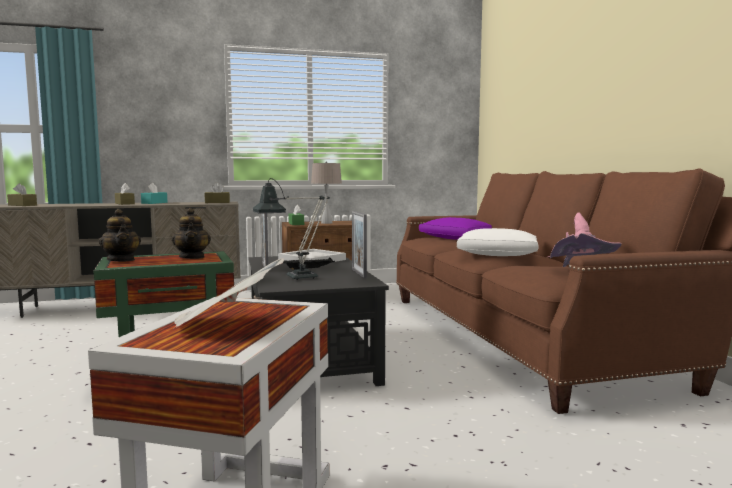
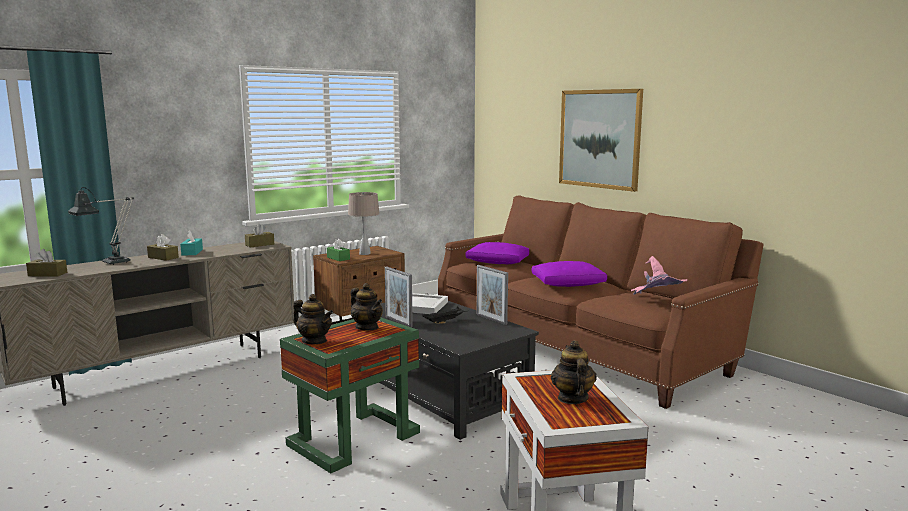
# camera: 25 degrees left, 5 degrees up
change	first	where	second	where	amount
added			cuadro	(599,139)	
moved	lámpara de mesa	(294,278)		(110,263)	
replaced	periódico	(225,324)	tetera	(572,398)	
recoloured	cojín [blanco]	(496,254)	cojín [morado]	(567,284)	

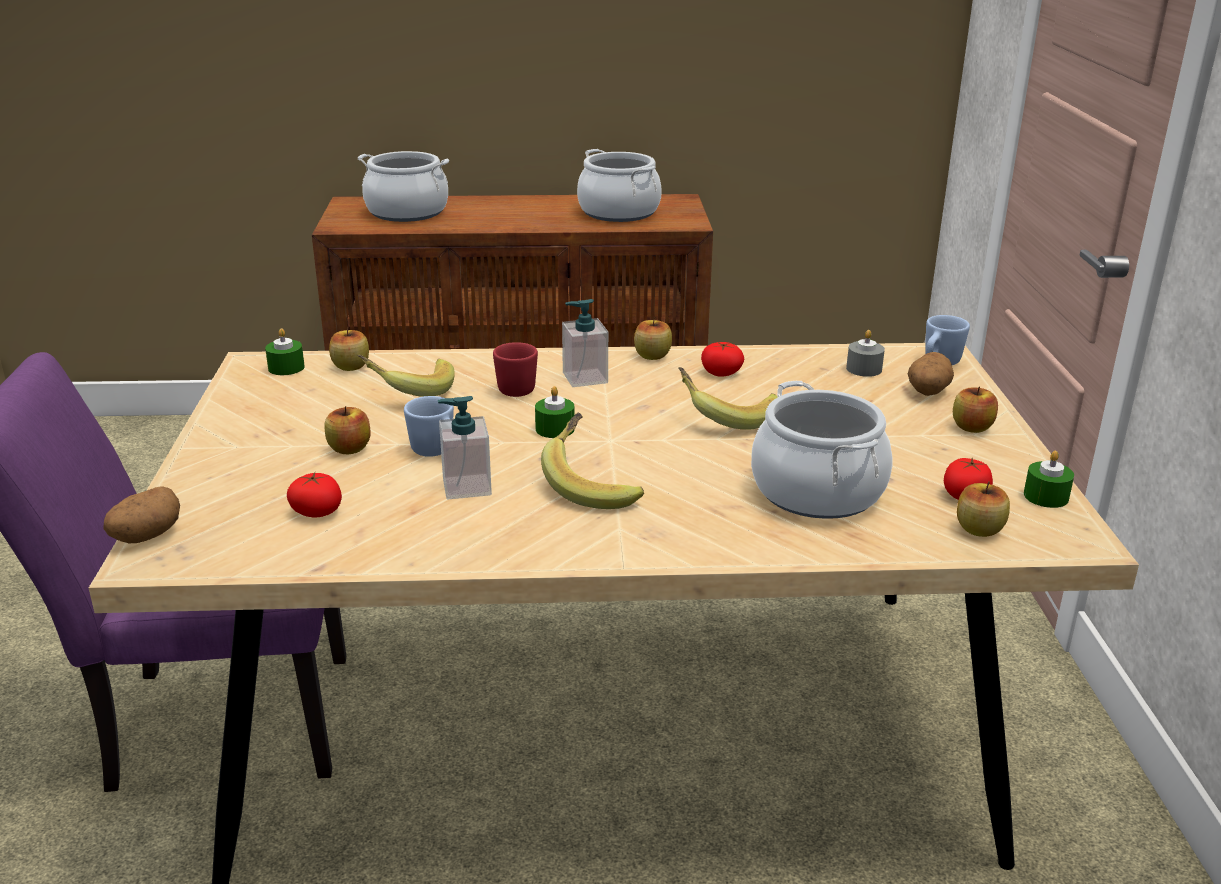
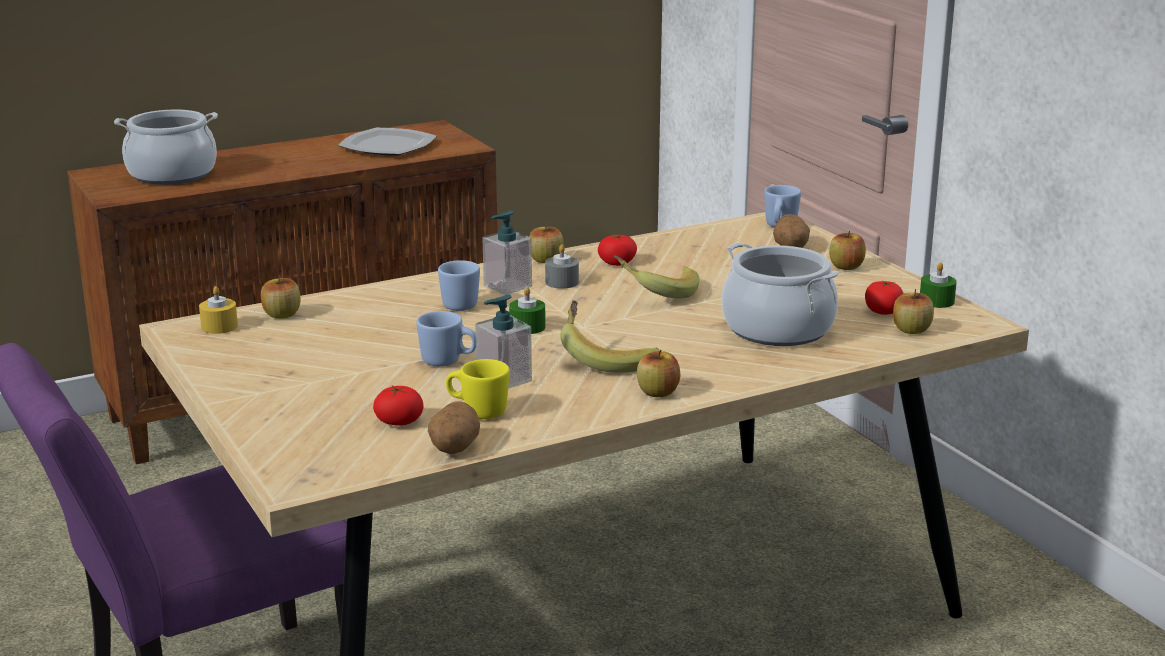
# camera: 25 degrees left, 5 degrees down
change	first	where	second	where	amount
removed	plátano	(409,390)			
added			taza grande [amarillo]	(478,411)	
moved	patata	(146,536)		(453,448)	
moved	manzana	(349,449)		(658,392)	
moved	vela [gris]	(864,369)		(562,282)	
replaced	olla	(619,212)	plato	(389,146)	
recoloured	vela [verde]	(286,368)	vela [amarillo]	(219,326)	
recoloured	taza grande [rojo]	(519,388)	taza grande [azul]	(460,303)	

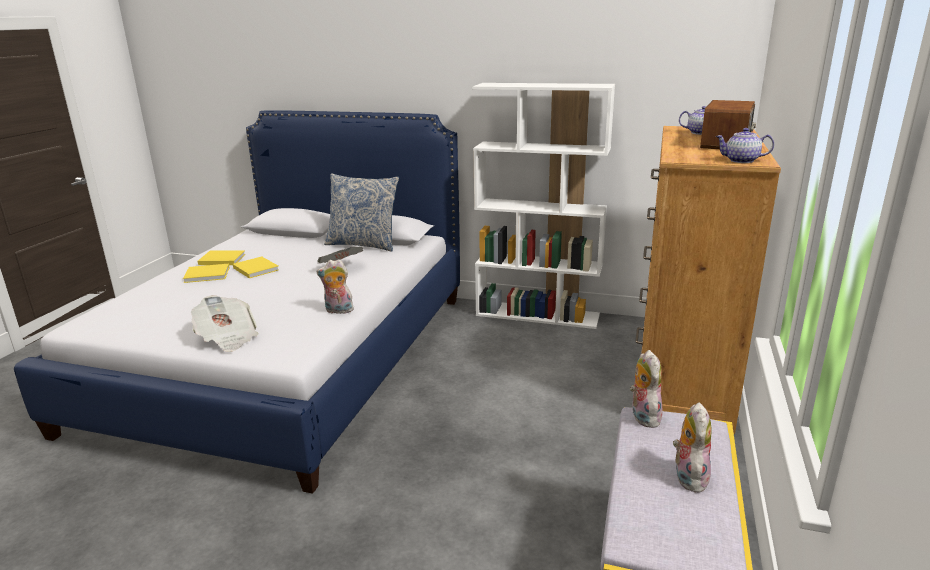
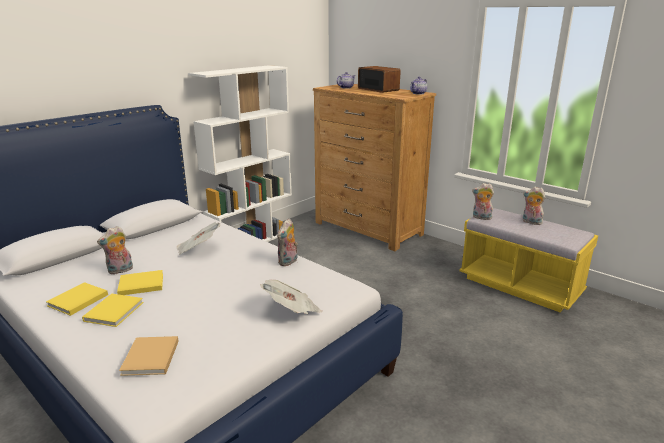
# camera: 65 degrees left, 0 degrees up
change	first	where	second	where	amount
removed	cojín	(363,244)			
added			peluche	(120,271)	
added			libro [beis]	(150,358)	

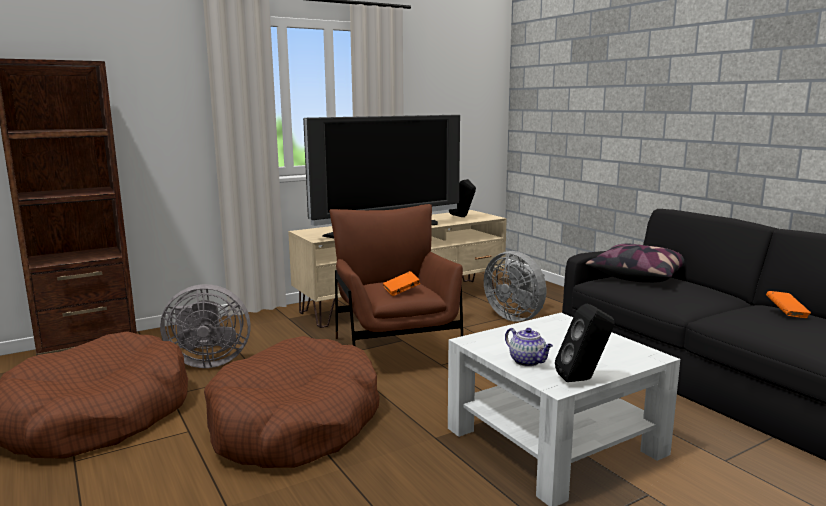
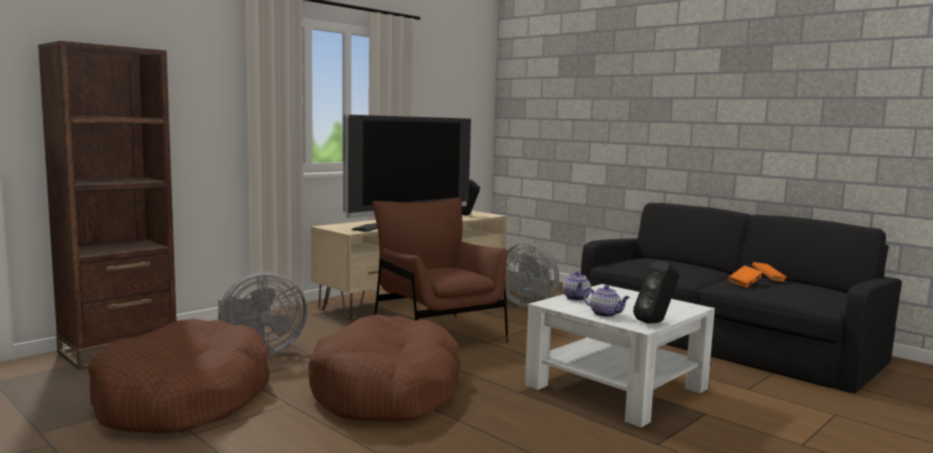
# camera: 15 degrees left, 5 degrees down
change	first	where	second	where	amount
removed	cojín	(638,276)			
added			tetera	(576,298)	
moved	libro [naranja]	(401,291)		(744,284)	

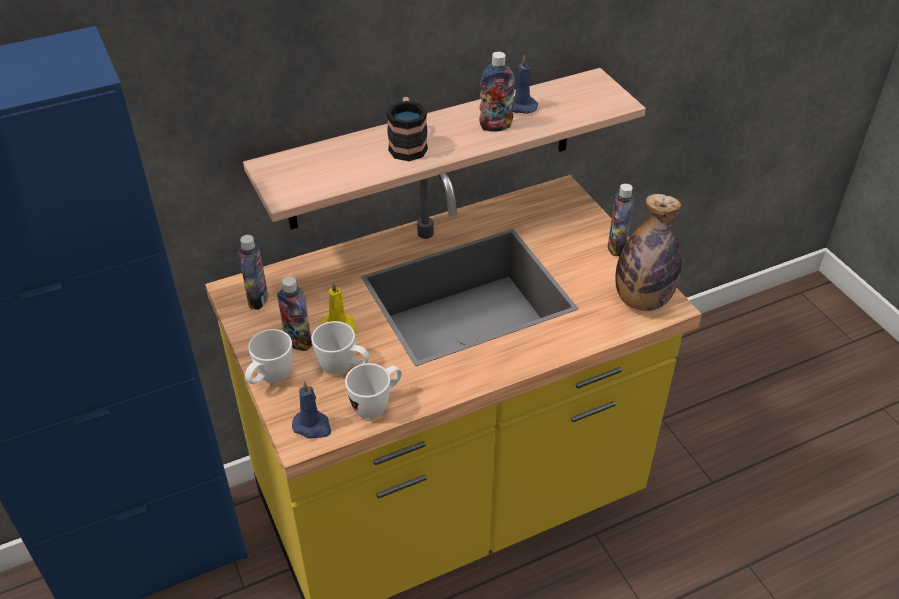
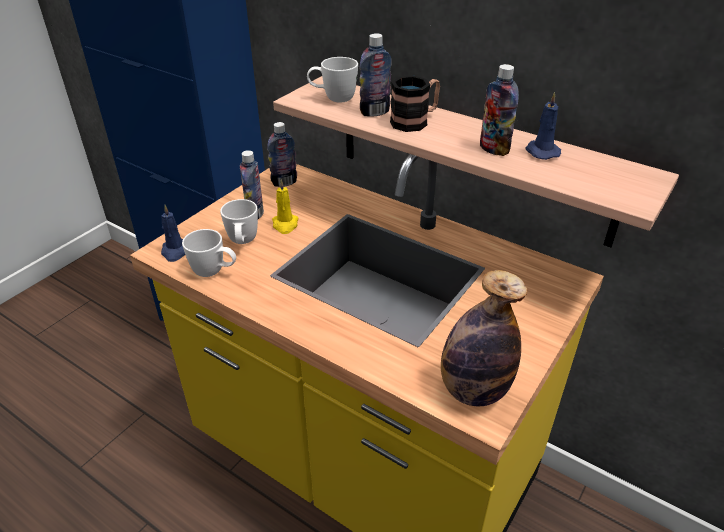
# camera: 60 degrees right, 5 degrees down
change	first	where	second	where	amount
moved	taza grande [blanco]	(270,379)		(333,99)	
moved	botella	(616,247)		(375,112)	

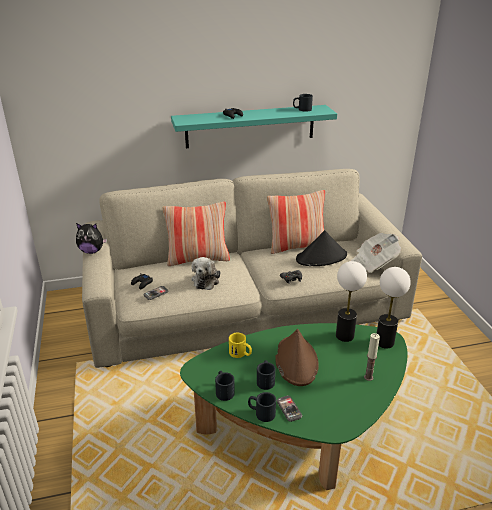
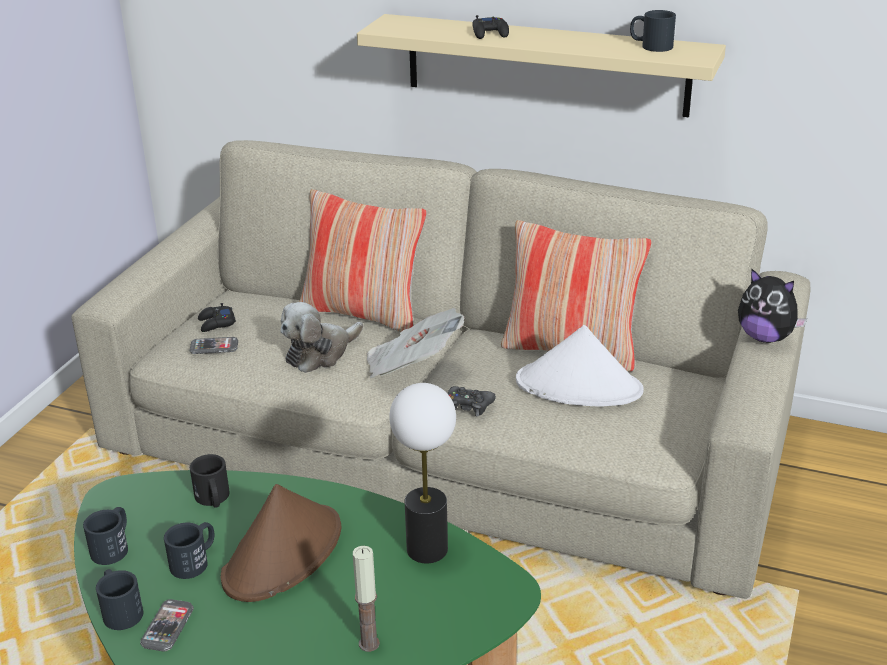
# camera: 35 degrees right, 0 degrees up
change	first	where	second	where	amount
removed	lámpara de mesa	(384,342)			
moved	peluche	(92,251)		(765,337)	
moved	periódico	(373,263)		(412,366)	
recoloured	estante [turquesa]	(250,126)	estante [beis]	(546,65)	
recoloured	taza grande [amarillo]	(240,353)	taza grande [negro]	(213,499)	
recoloured	sombrero [negro]	(321,257)	sombrero [blanco]	(579,386)	

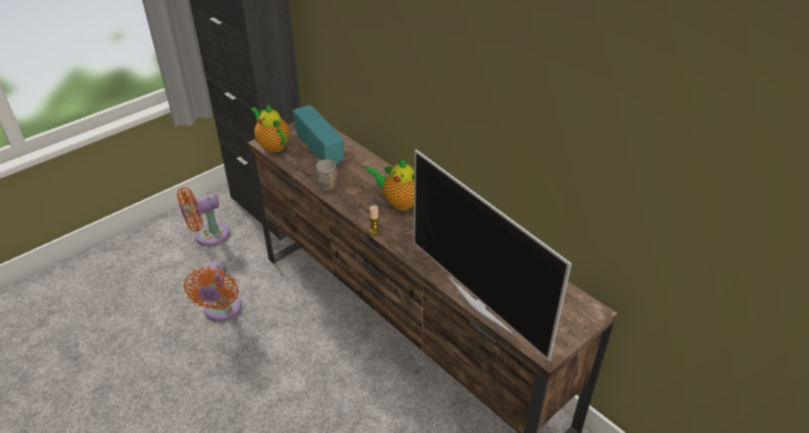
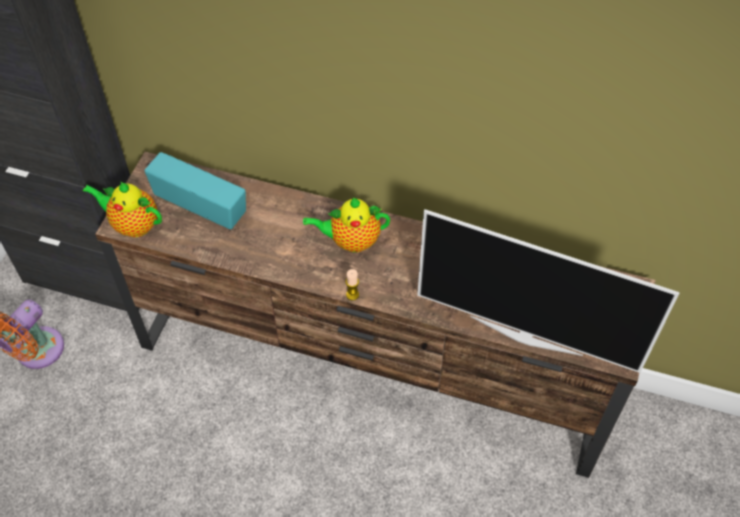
# camera: 30 degrees left, 15 degrees up
change	first	where	second	where	amount
removed	ventilador [naranja]	(221,310)			
removed	taza grande [gris]	(325,182)			

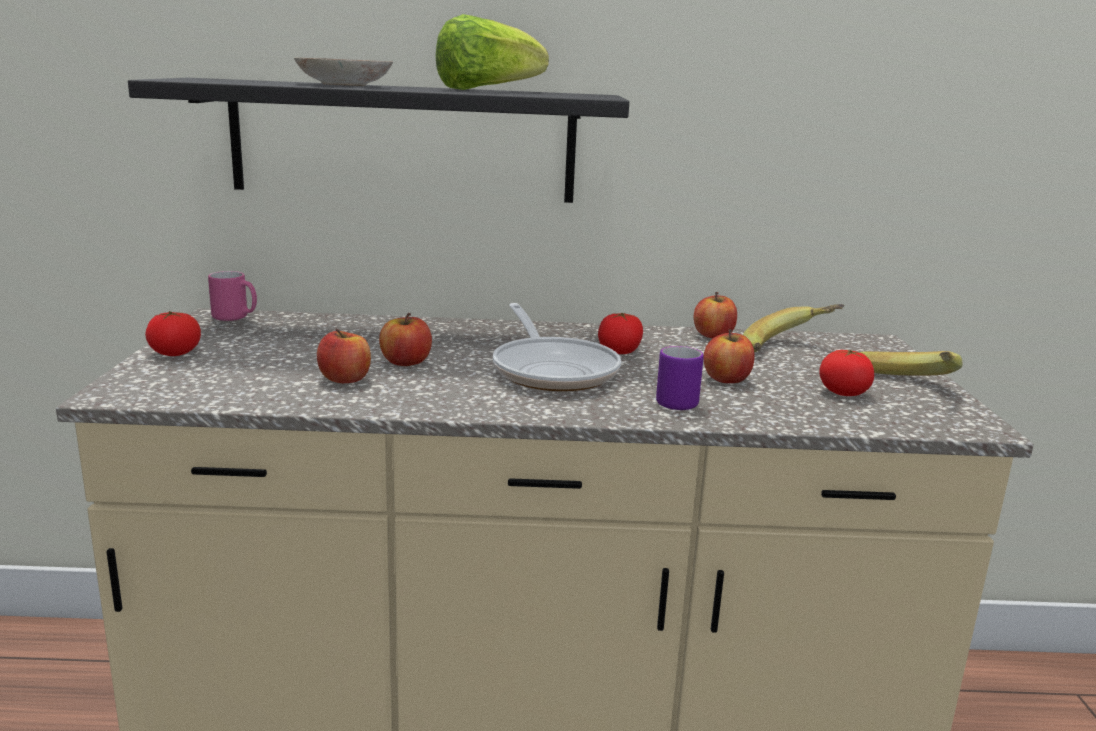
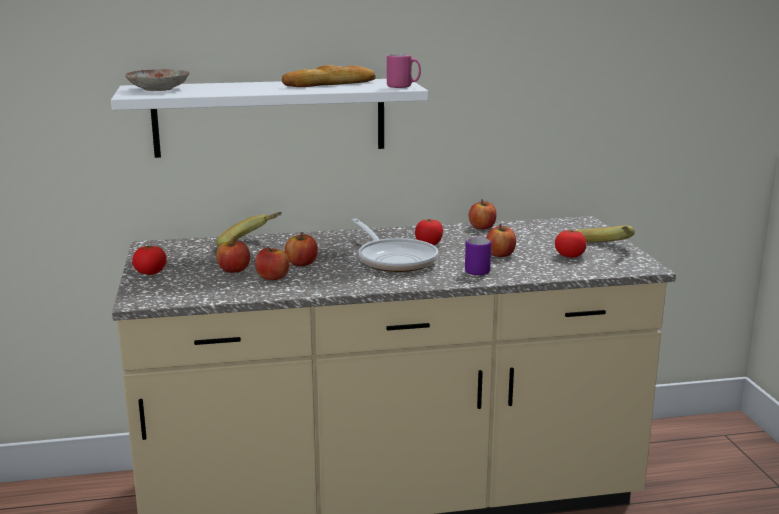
# camera: 10 degrees left, 0 degrees up
change	first	where	second	where	amount
added			manzana	(234,270)	
moved	taza grande [rosa]	(235,318)		(403,87)	
moved	plato	(345,85)		(158,89)	
moved	plátano	(788,350)		(250,245)	
replaced	lechuga	(486,90)	pan	(330,84)	
recoloured	estante [negro]	(403,142)	estante [blanco]	(270,117)	

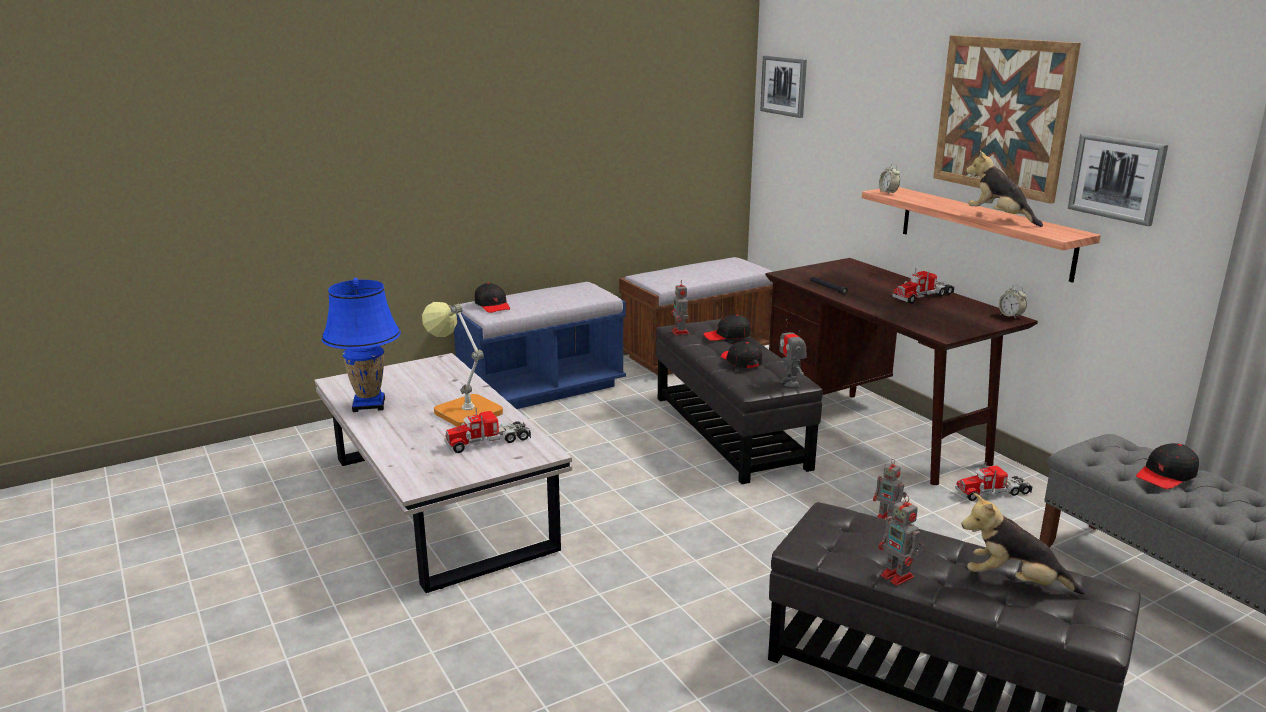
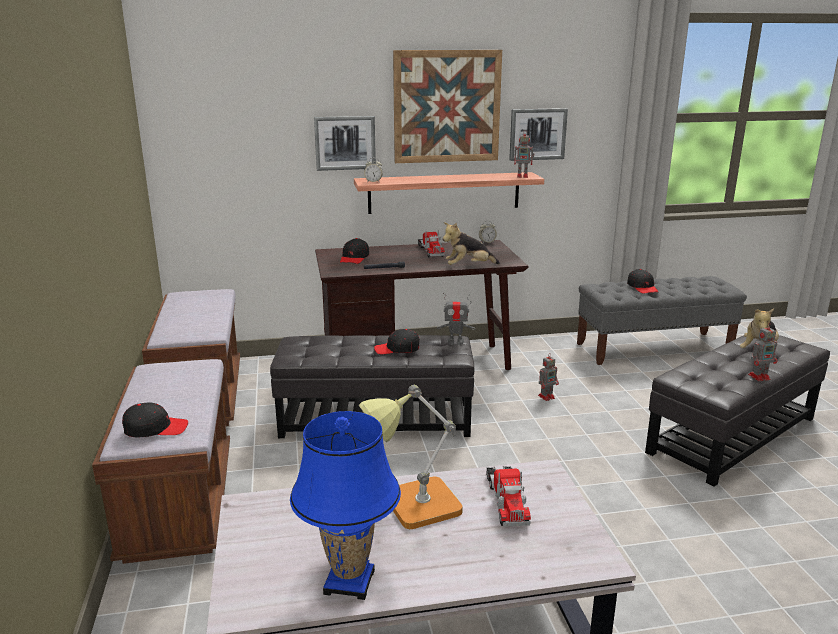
# camera: 70 degrees left, 0 degrees up
change	first	where	second	where	amount
removed	camión de juguete	(993,492)			
moved	robot de juguete	(680,332)		(523,176)	
moved	gorra [negro]	(727,336)		(354,258)	
moved	cuadro	(784,86)		(345,143)	
moved	peluche	(999,218)		(468,267)	
recoloured	banco [azul]	(541,389)	banco [marrón]	(179,503)	

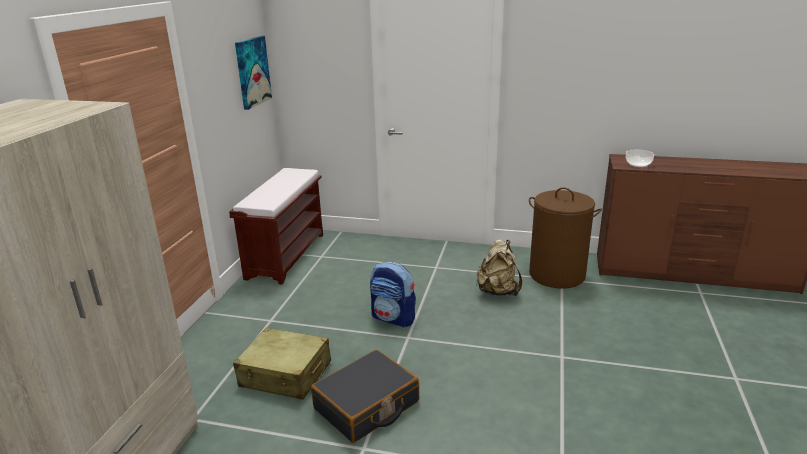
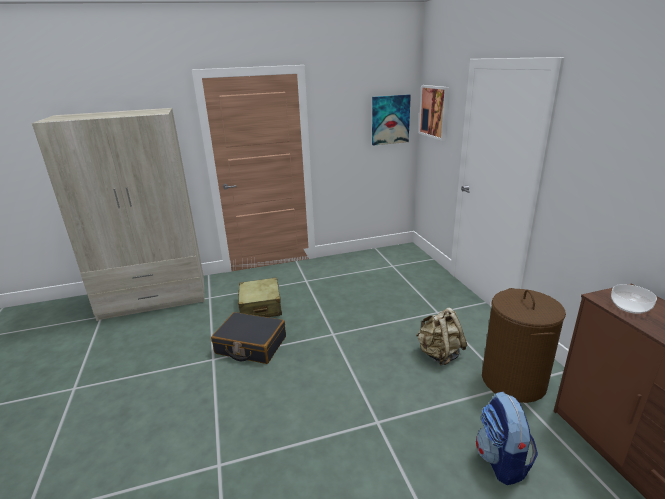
# camera: 60 degrees right, 0 degrees up
change	first	where	second	where	amount
removed	banco [marrón]	(286,255)			
added			cuadro	(434,111)	
moved	mochila	(394,318)		(501,461)	

